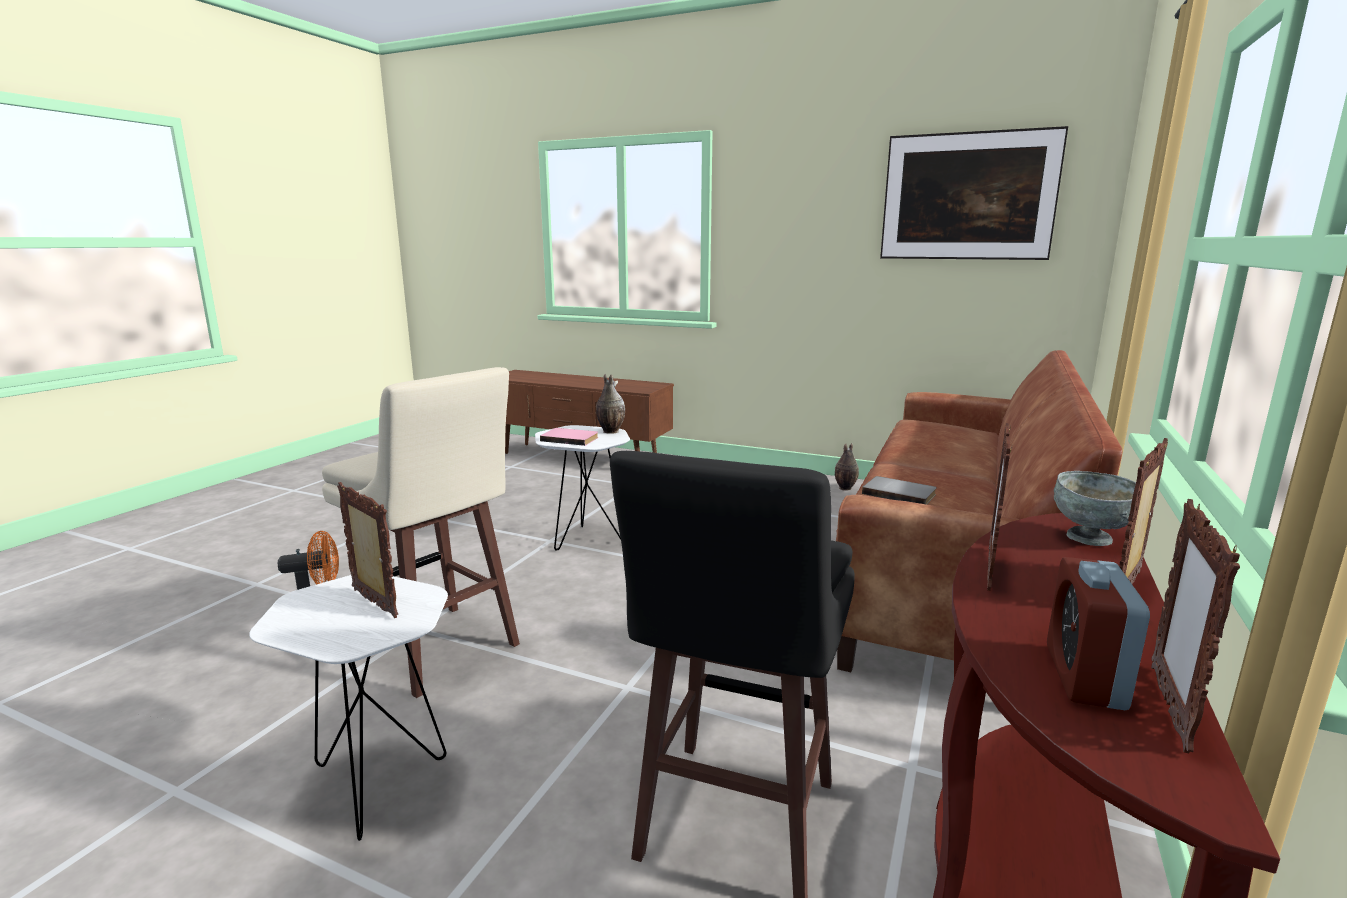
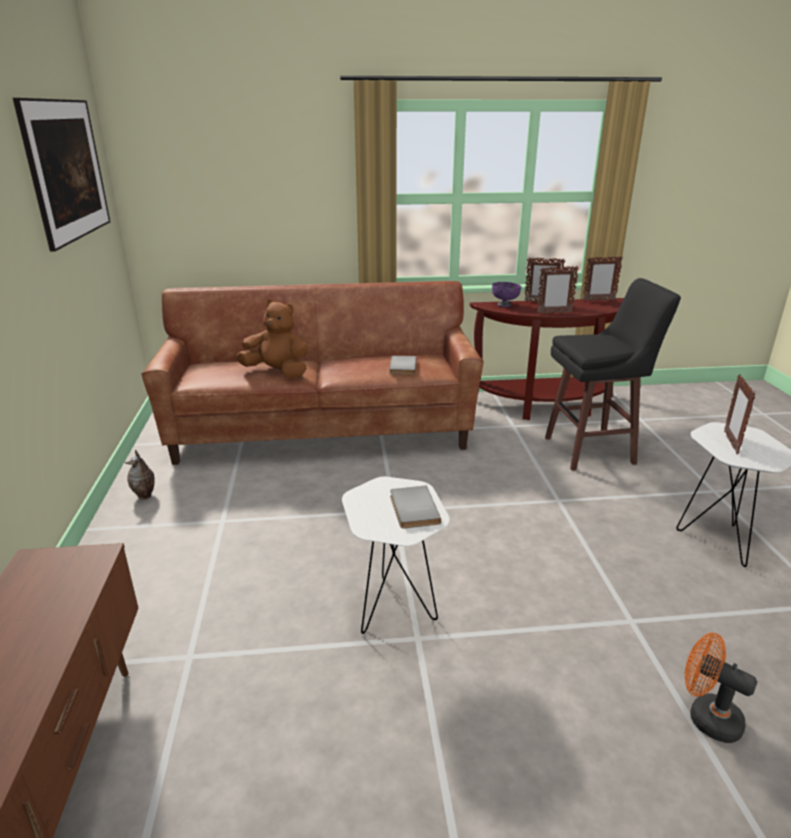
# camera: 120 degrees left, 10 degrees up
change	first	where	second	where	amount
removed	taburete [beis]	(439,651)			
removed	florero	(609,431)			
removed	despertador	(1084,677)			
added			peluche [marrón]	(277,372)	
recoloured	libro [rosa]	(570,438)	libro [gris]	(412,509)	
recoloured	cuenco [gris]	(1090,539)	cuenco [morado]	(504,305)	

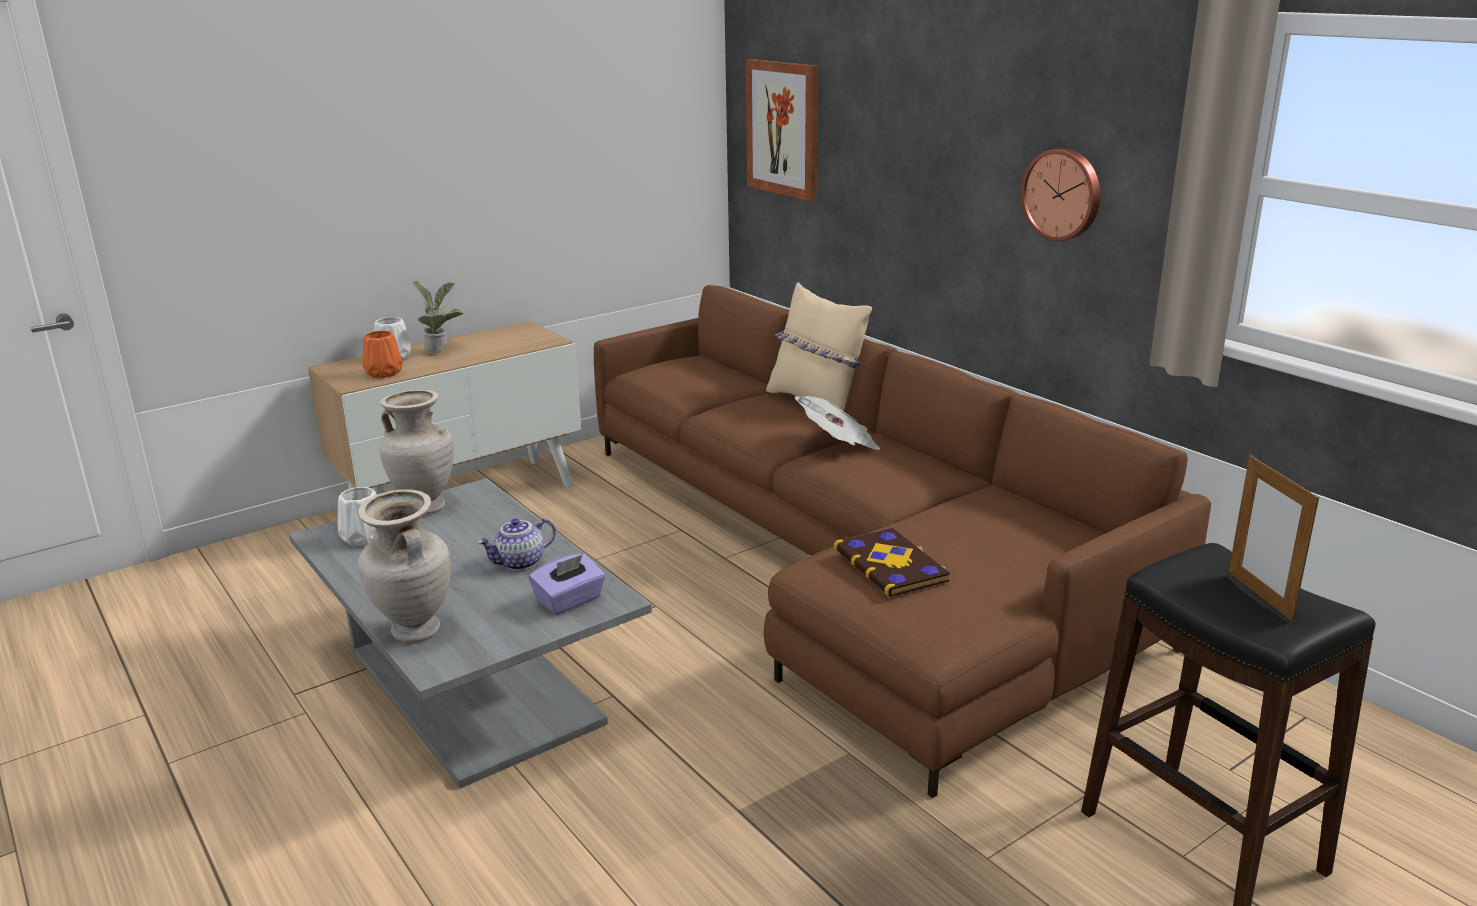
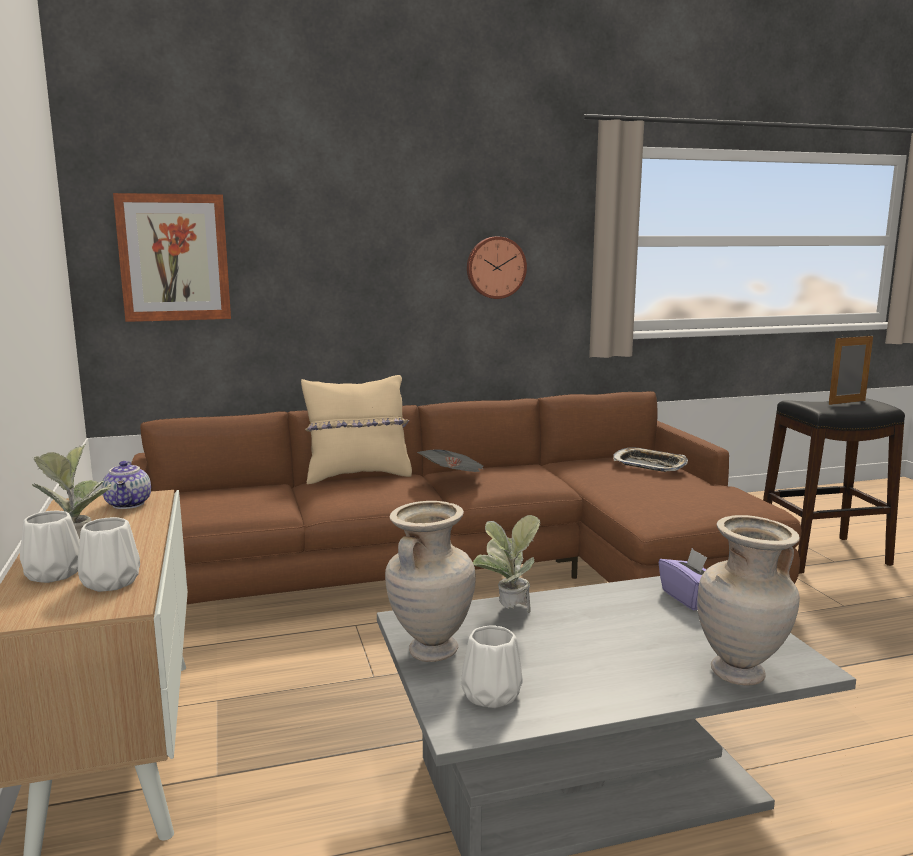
# camera: 70 degrees left, 10 degrees down
change	first	where	second	where	amount
removed	libro	(891,565)			
added			planta en maceta	(507,612)	
added			bandeja	(649,465)	
moved	tetera	(520,563)		(129,504)	
recoloured	florero [naranja]	(383,373)	florero [blanco]	(109,582)	
turned	portarretratos	(1259,595)		(847,402)	150 degrees clockwise

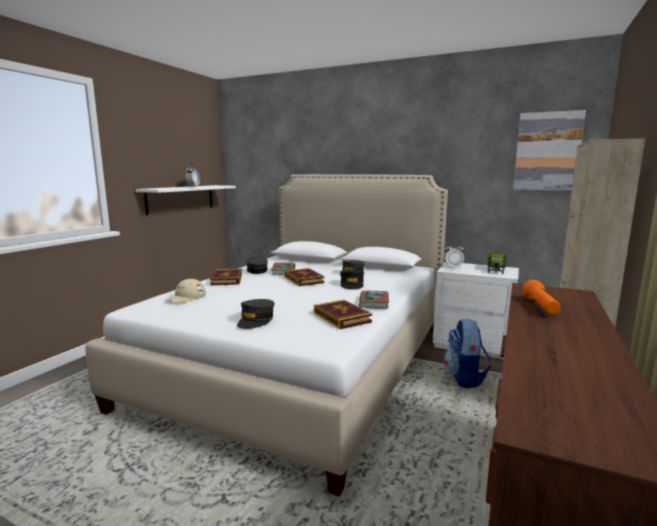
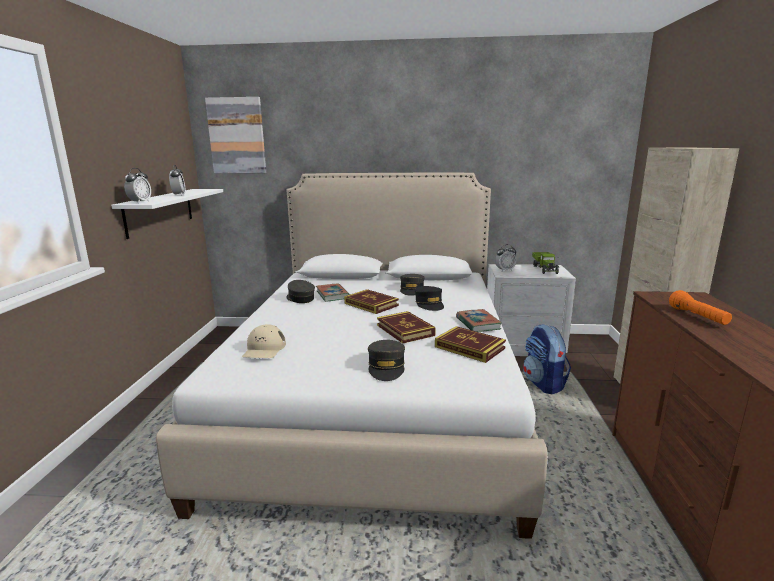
# camera: 20 degrees left, 5 degrees up
change	first	where	second	where	amount
added			despertador	(140,202)	
moved	libro	(226,279)		(405,330)	
moved	cuadro	(547,152)		(237,136)	

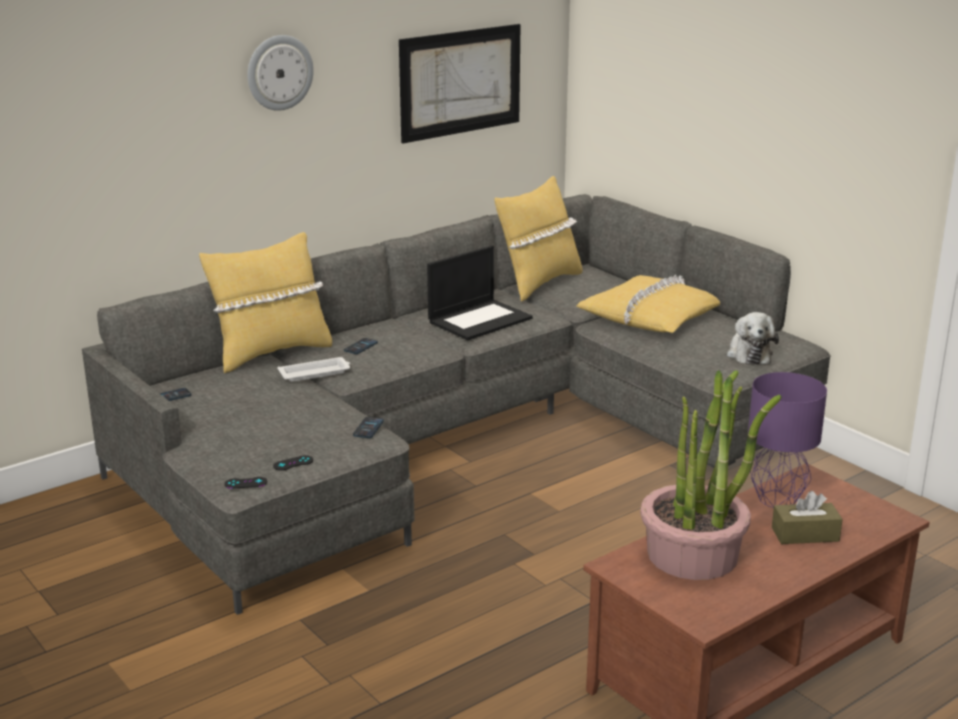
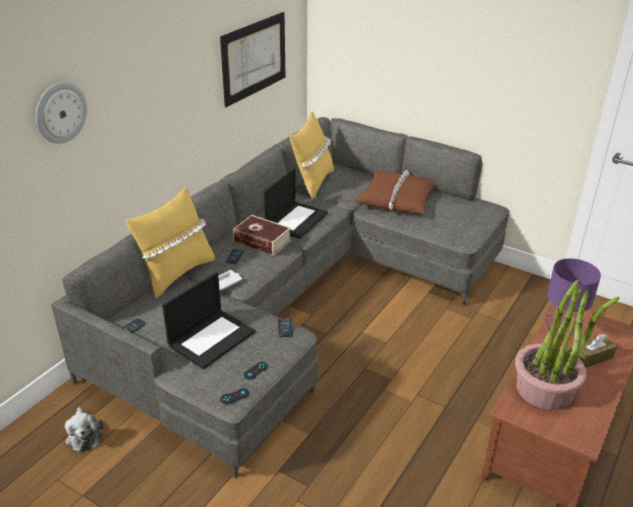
# camera: 20 degrees left, 10 degrees up
change	first	where	second	where	amount
added			portátil	(212,338)	
added			libro	(262,241)	
moved	reloj de pared	(279,72)		(60,112)	
moved	peluche	(748,353)		(84,435)	
recoloured	cojín [amarillo]	(652,317)	cojín [marrón]	(397,199)	

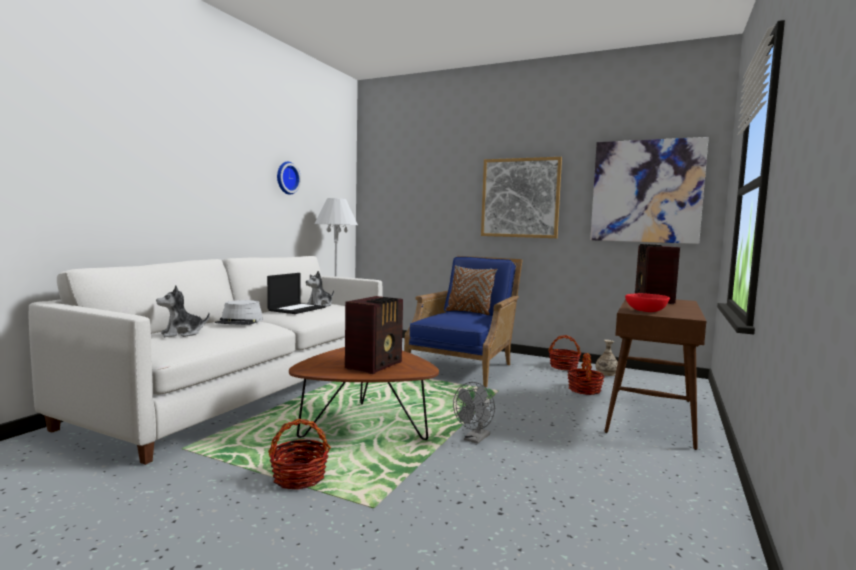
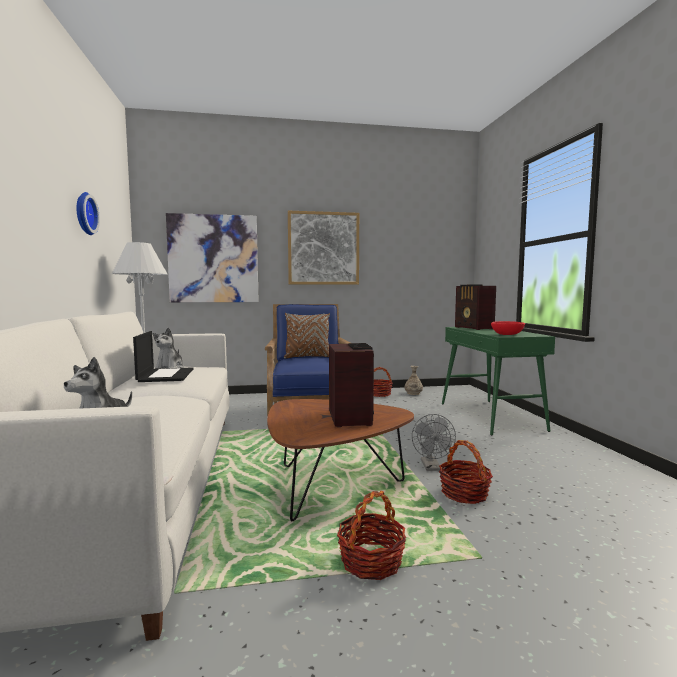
# camera: 35 degrees left, 0 degrees up
change	first	where	second	where	amount
removed	sombrero [gris]	(240,321)			
moved	cesta	(584,390)		(464,493)	
moved	cuadro	(646,191)		(213,259)	
recoloured	mesa consola [marrón]	(651,416)	mesa consola [verde]	(490,416)	

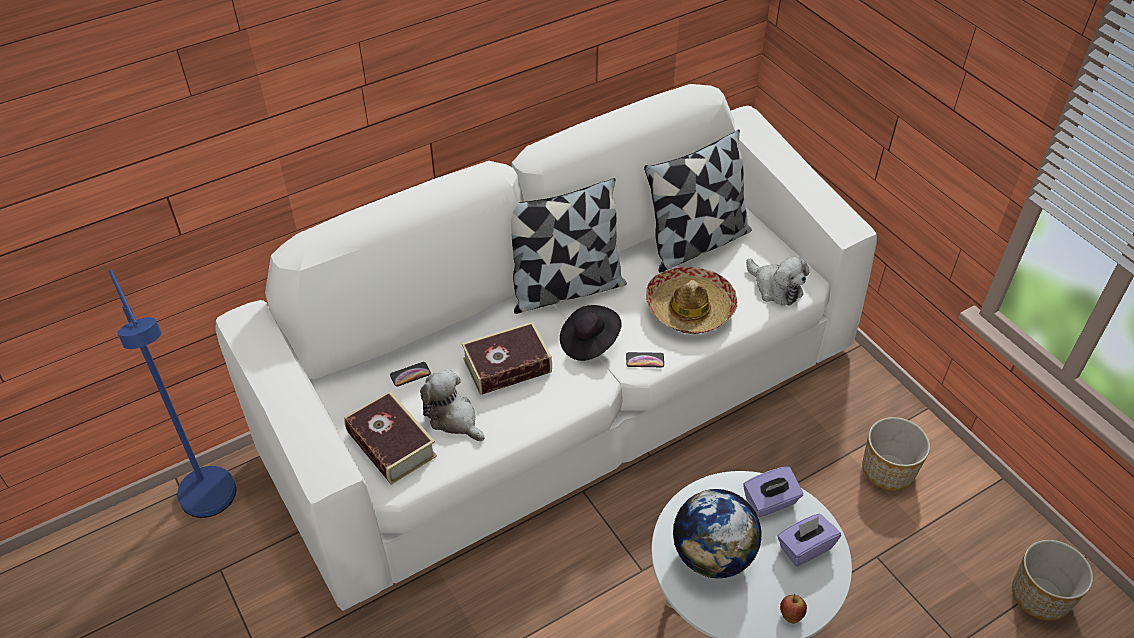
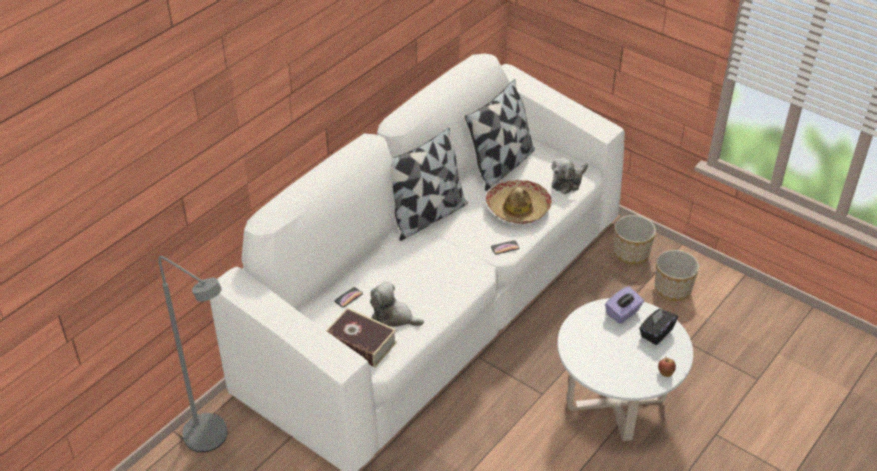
# camera: 20 degrees left, 5 degrees down
change	first	where	second	where	amount
removed	libro	(507,366)			
removed	sombrero [negro]	(589,342)			
removed	globo terráqueo	(712,556)			
moved	maceta	(1040,595)		(631,253)	
recoloured	lámpara de pie [azul]	(213,506)	lámpara de pie [gris]	(214,441)	
recoloured	caja de pañuelos [morado]	(804,547)	caja de pañuelos [negro]	(656,333)	
turned	peluche	(775,288)		(568,182)	105 degrees clockwise

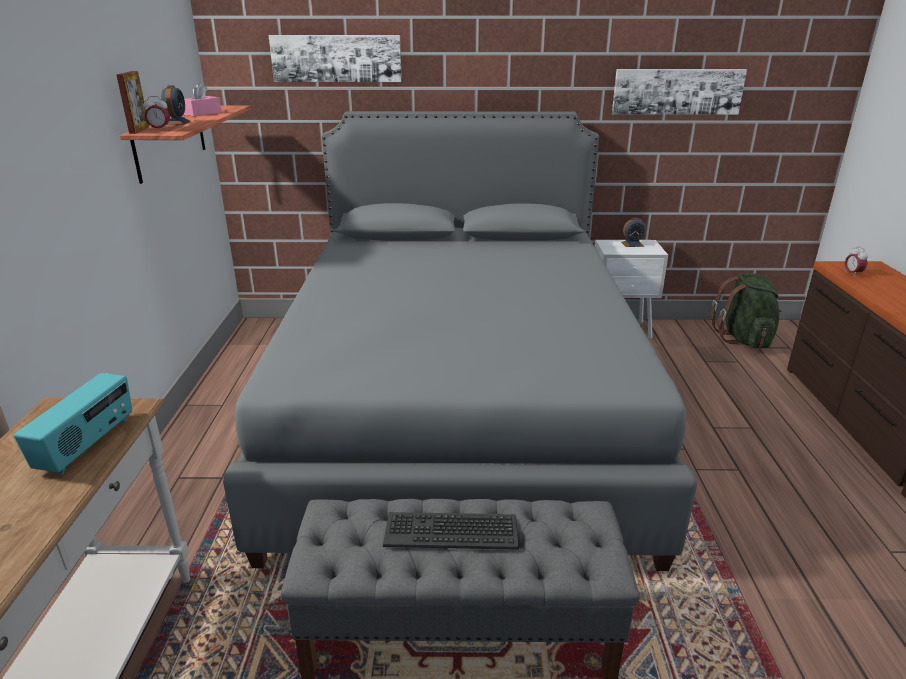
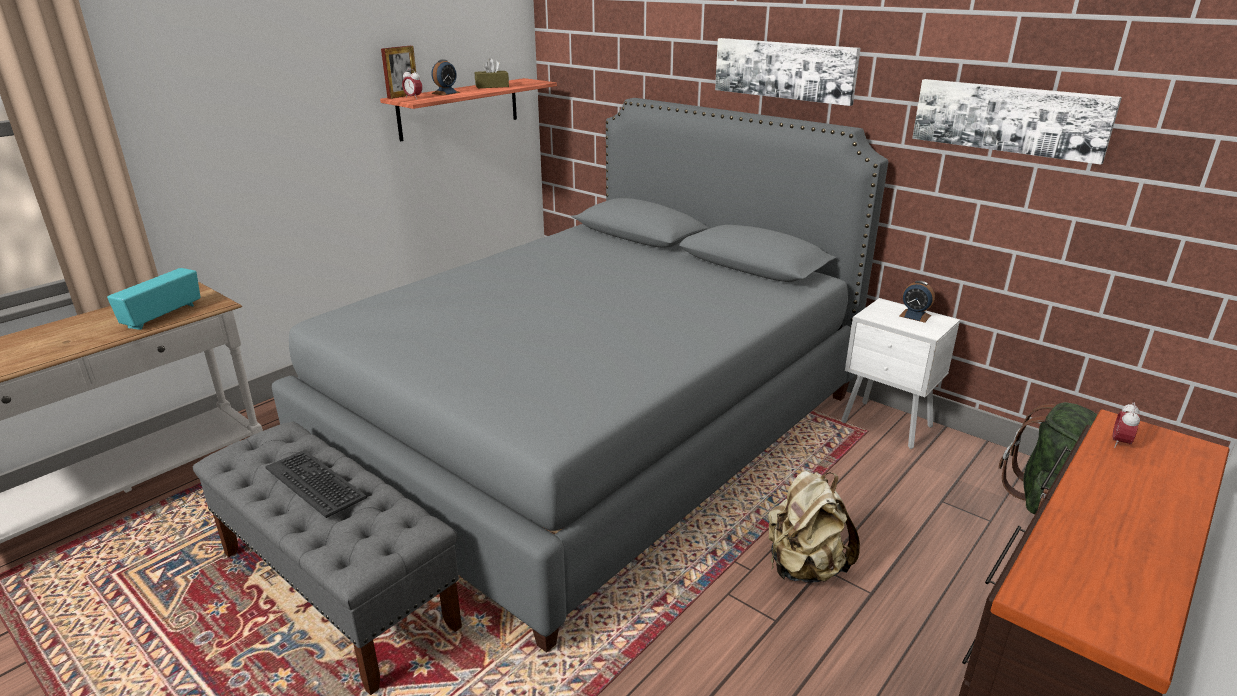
# camera: 40 degrees right, 0 degrees up
change	first	where	second	where	amount
added			mochila [beis]	(804,567)	
moved	cuadro	(336,58)		(784,70)	
recoloured	caja de pañuelos [rosa]	(202,113)	caja de pañuelos [marrón]	(492,86)	
turned	radio	(88,445)		(162,316)	150 degrees clockwise

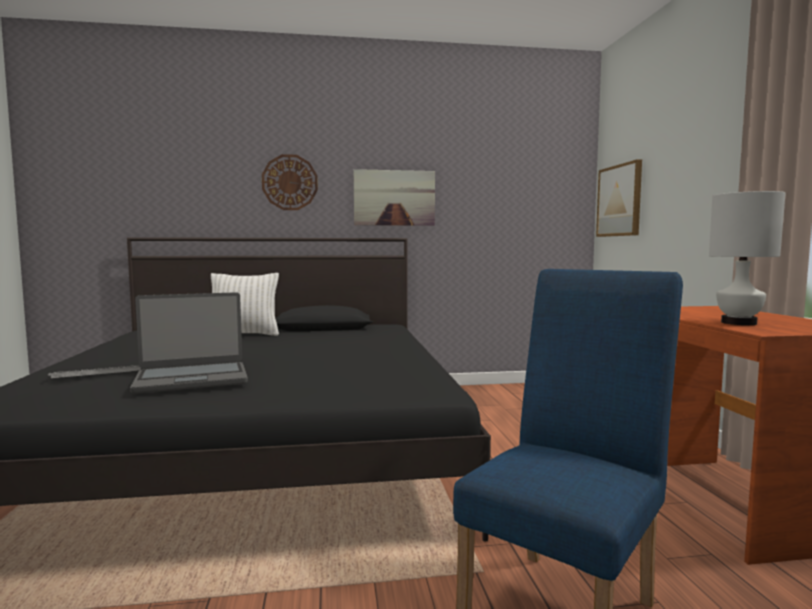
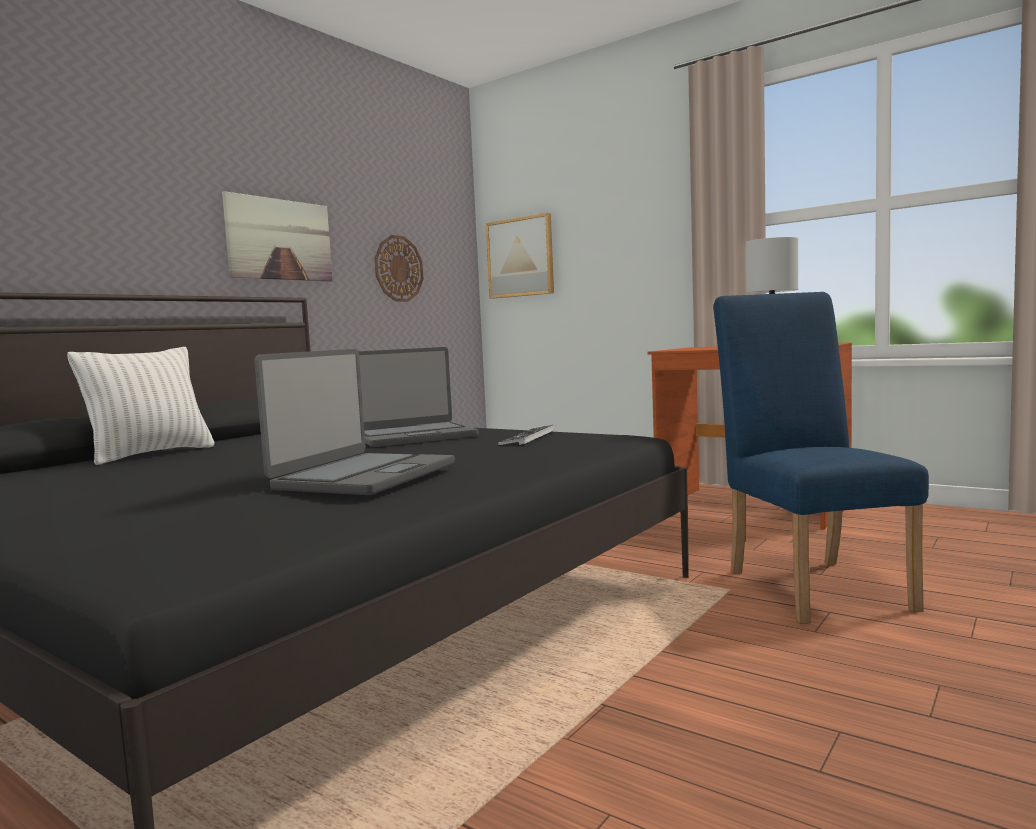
# camera: 45 degrees left, 0 degrees up
change	first	where	second	where	amount
added			portátil	(414,437)	
moved	teclado	(98,373)		(528,437)	
moved	reloj de pared	(290,182)		(398,269)	

